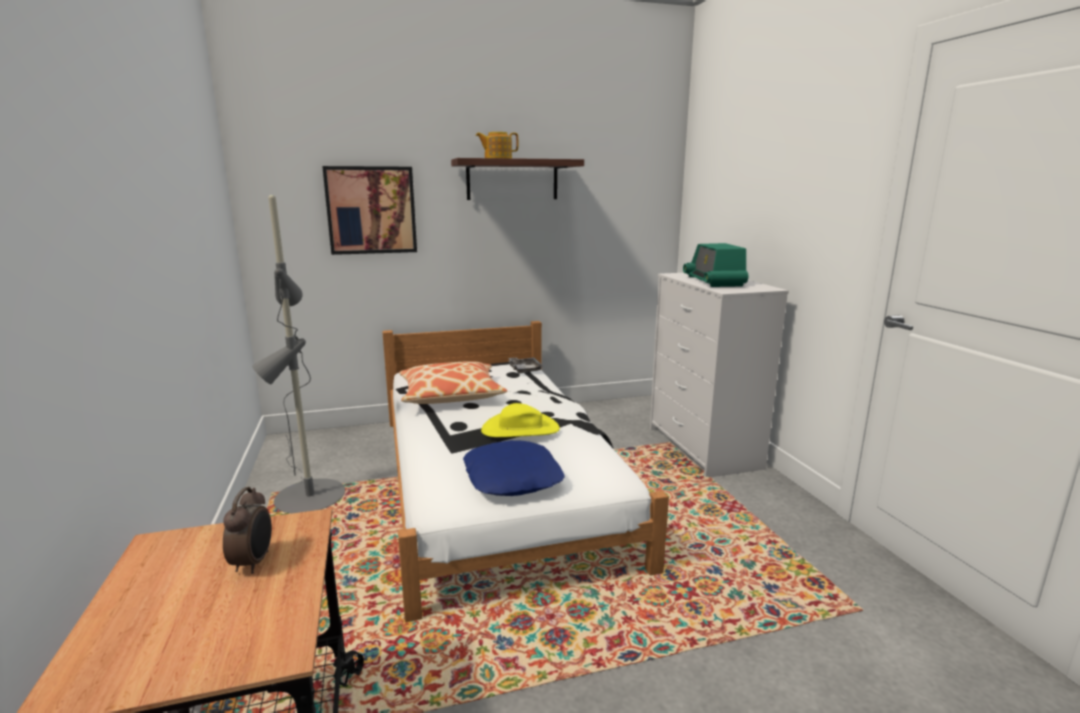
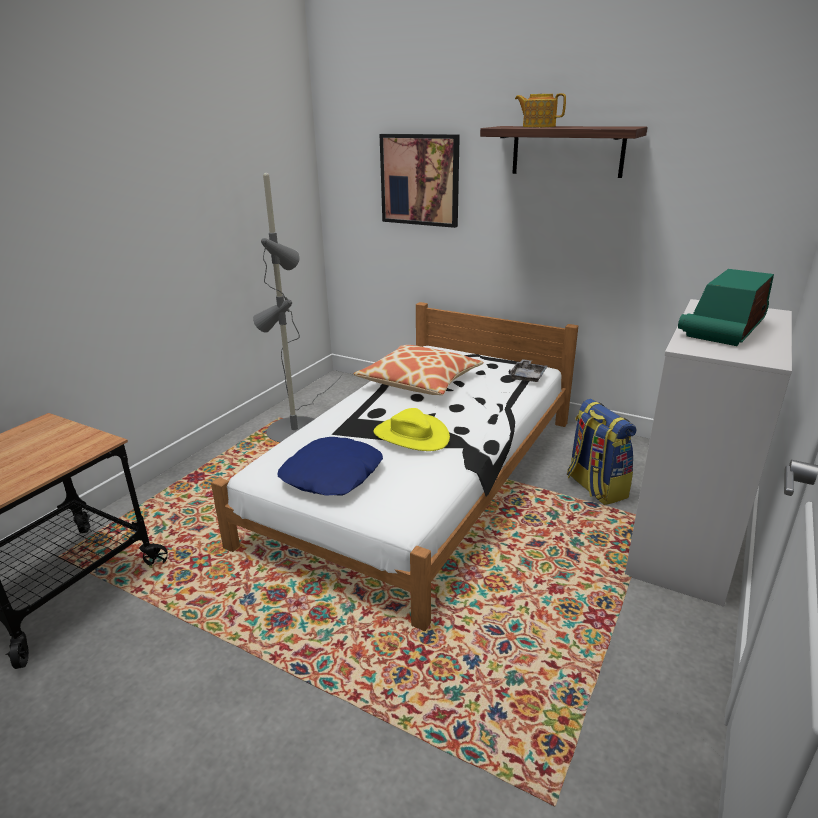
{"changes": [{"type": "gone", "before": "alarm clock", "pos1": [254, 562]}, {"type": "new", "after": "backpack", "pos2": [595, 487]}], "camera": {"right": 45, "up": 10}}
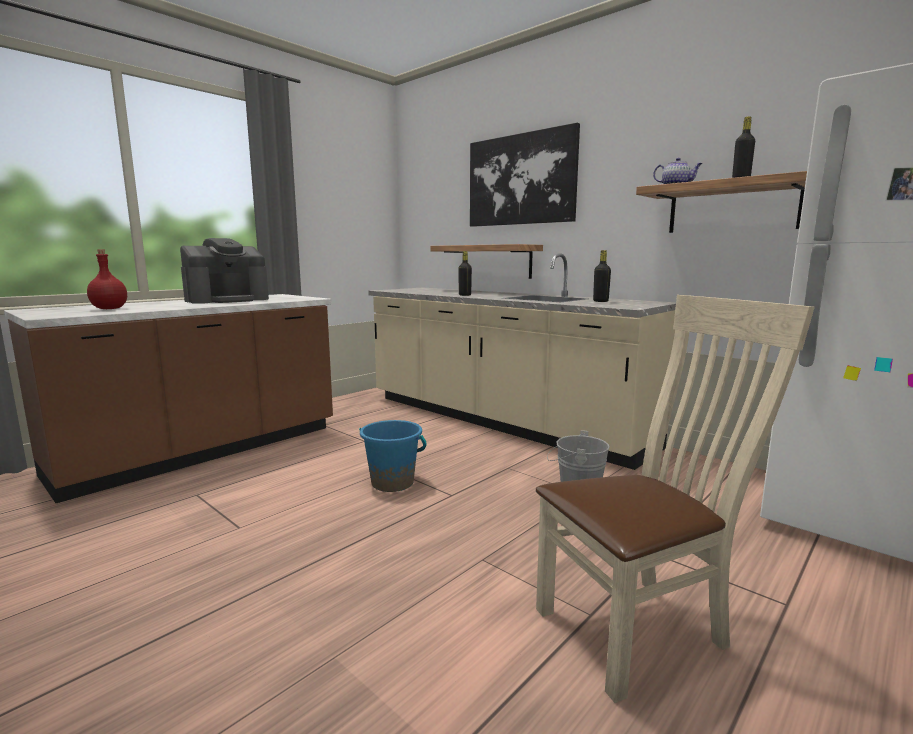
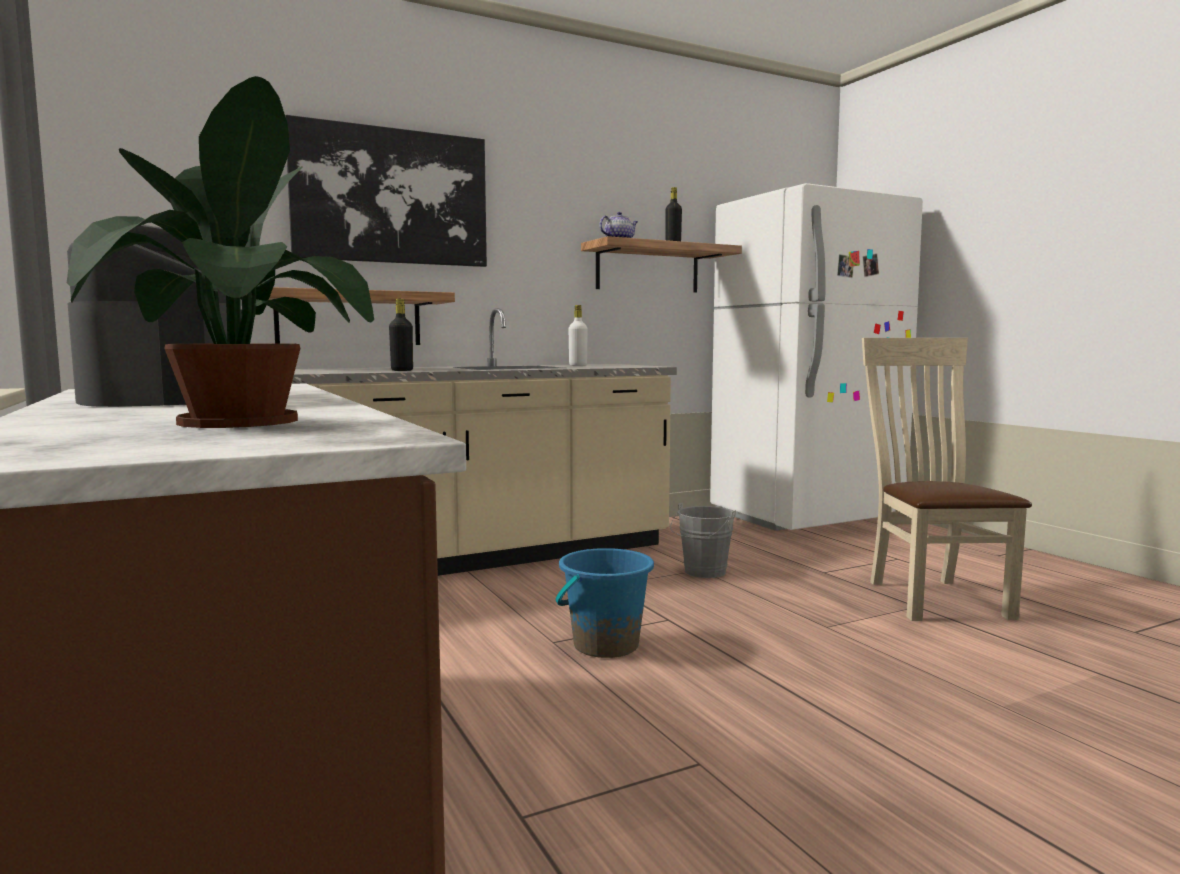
{"changes": [{"type": "swapped", "before": "red bottle", "after": "potted plant", "pos1": [109, 309], "pos2": [237, 422]}, {"type": "repainted", "before": "black bottle", "after": "white bottle", "pos1": [600, 301], "pos2": [578, 366]}], "camera": {"right": -70, "up": -5}}
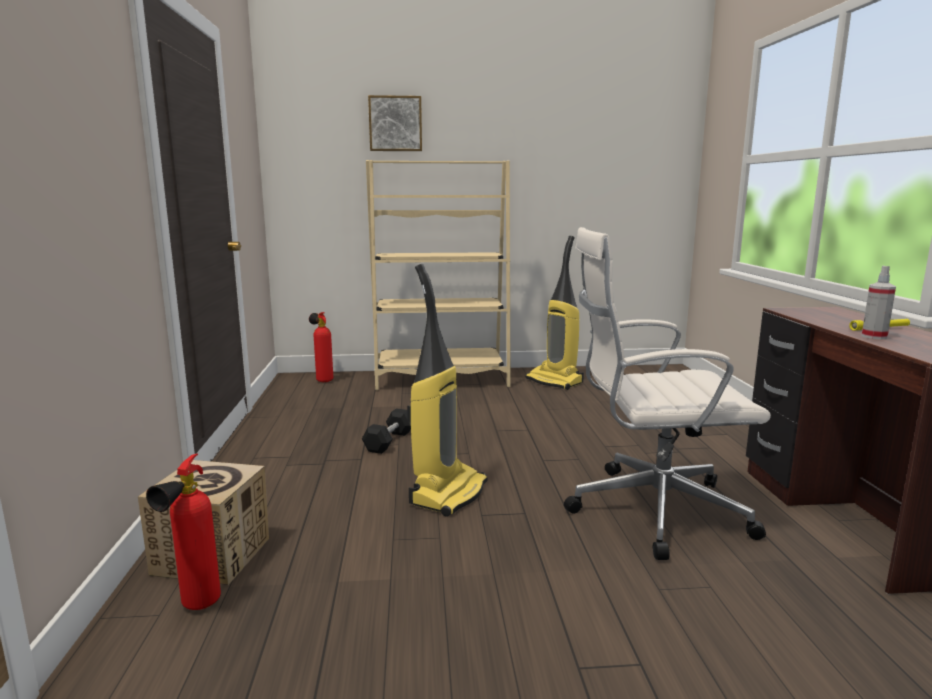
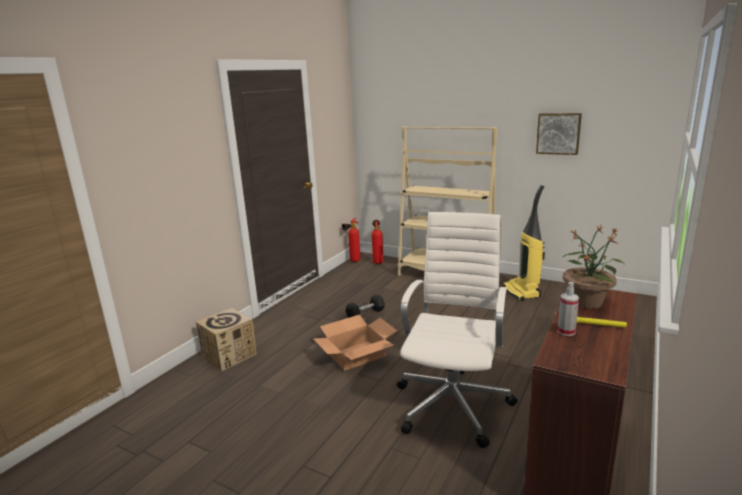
{"changes": [{"type": "shifted", "before": "fire extinguisher", "pos1": [195, 608], "pos2": [353, 262]}, {"type": "shifted", "before": "picture", "pos1": [395, 124], "pos2": [558, 133]}, {"type": "swapped", "before": "vacuum cleaner", "after": "cardboard box", "pos1": [448, 493], "pos2": [356, 355]}, {"type": "rotated", "before": "white office chair", "pos1": [652, 510], "pos2": [453, 403], "turn": 75}, {"type": "new", "after": "potted plant", "pos2": [586, 301]}], "camera": {"right": 35, "up": 5}}
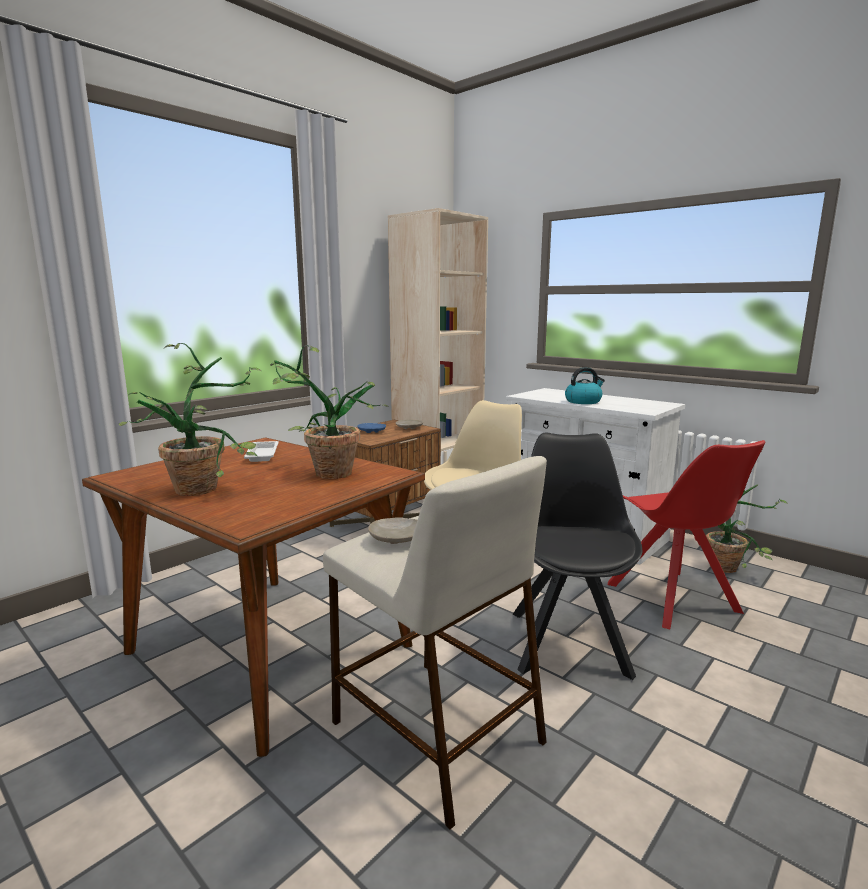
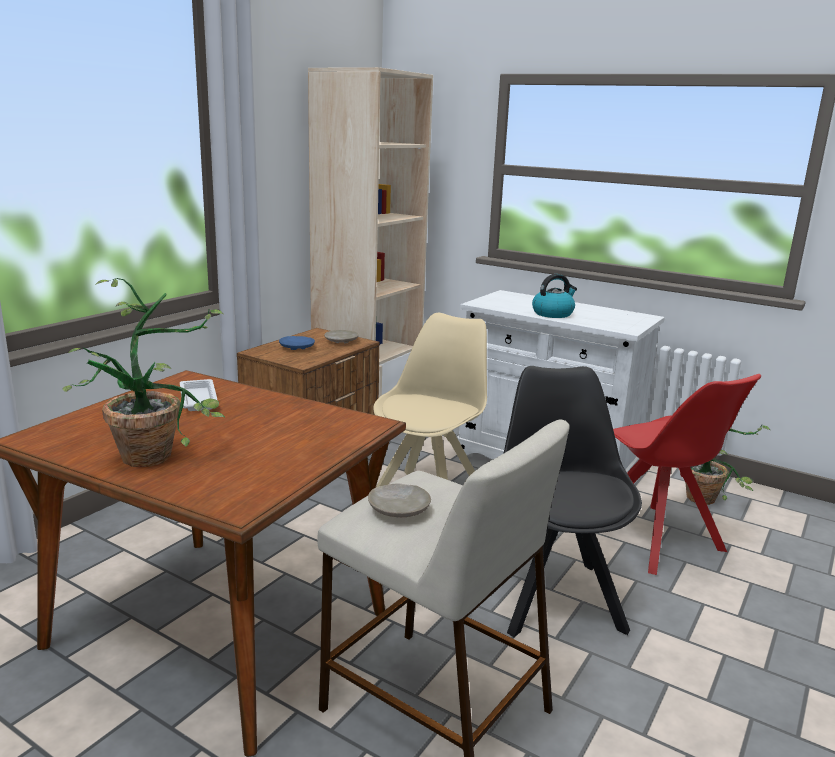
{"changes": [{"type": "gone", "before": "potted plant", "pos1": [323, 474]}], "camera": {"right": -10, "up": 5}}
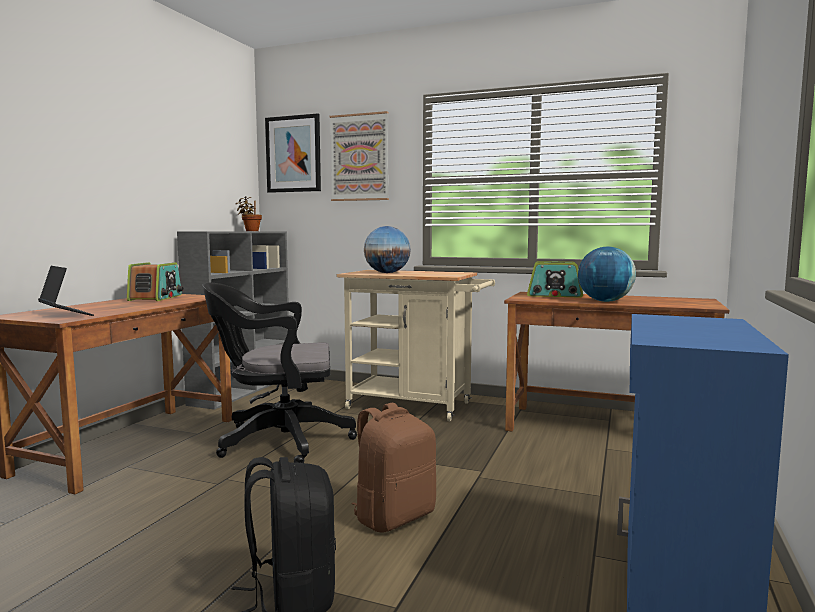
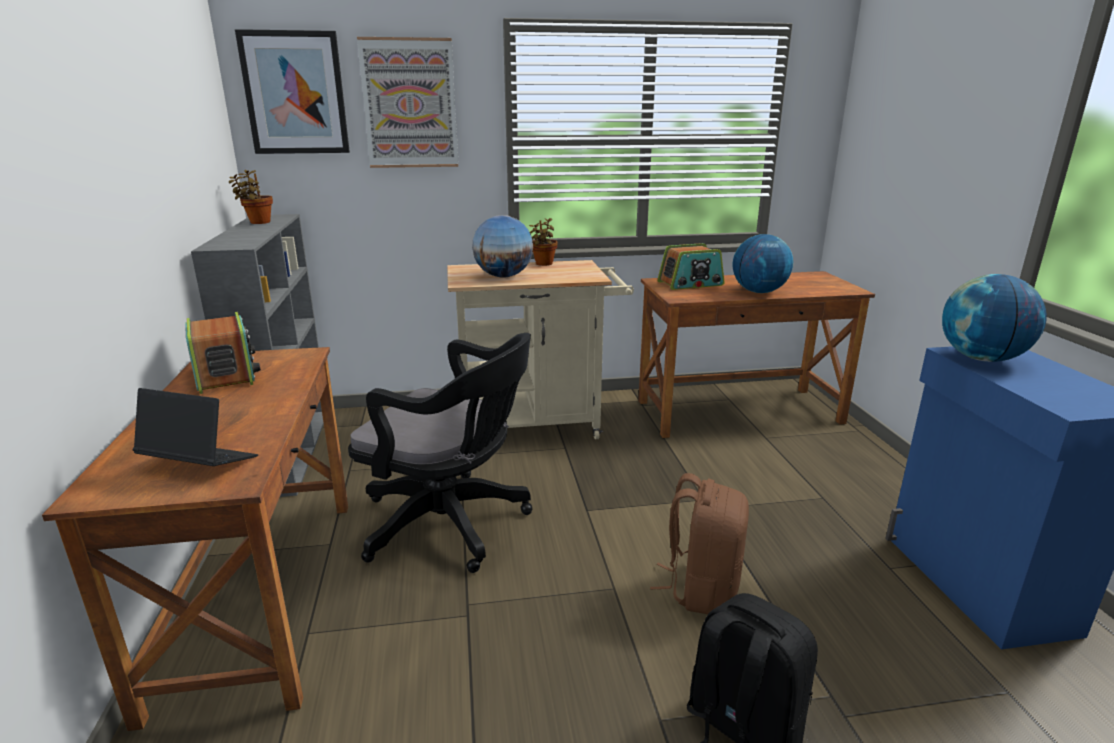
{"changes": [{"type": "rotated", "before": "black office chair", "pos1": [277, 441], "pos2": [452, 524], "turn": -120}, {"type": "new", "after": "potted plant", "pos2": [543, 264]}, {"type": "new", "after": "globe", "pos2": [981, 358]}], "camera": {"right": -30, "up": 15}}
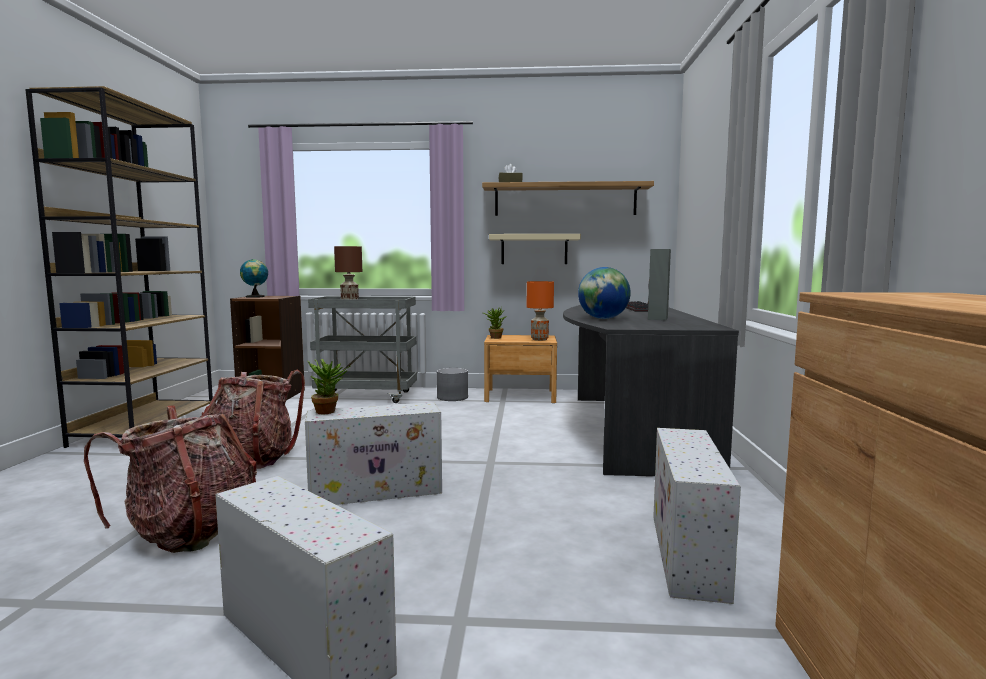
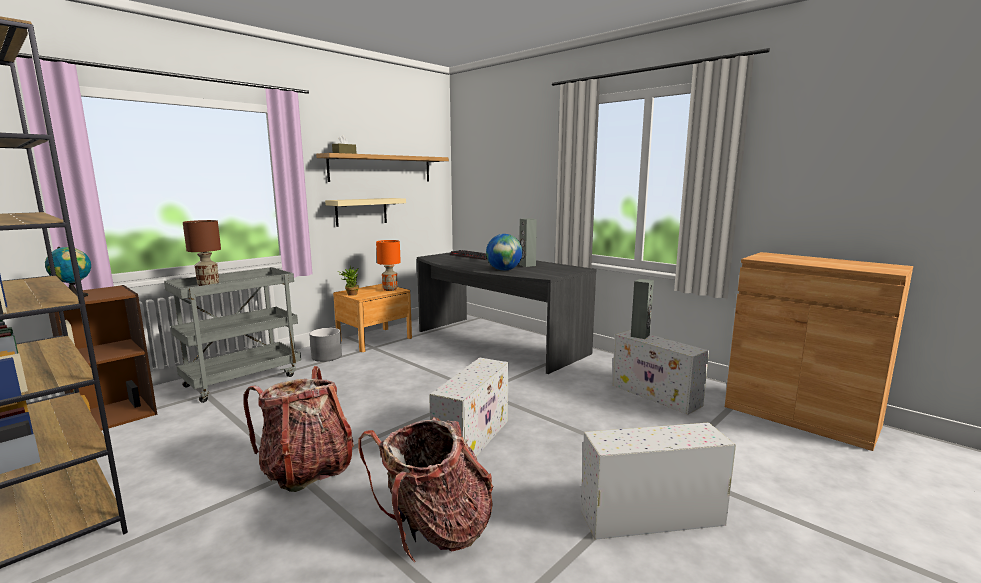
{"changes": [{"type": "gone", "before": "potted plant", "pos1": [329, 411]}, {"type": "new", "after": "grey speaker", "pos2": [640, 335]}], "camera": {"right": -50, "up": 5}}
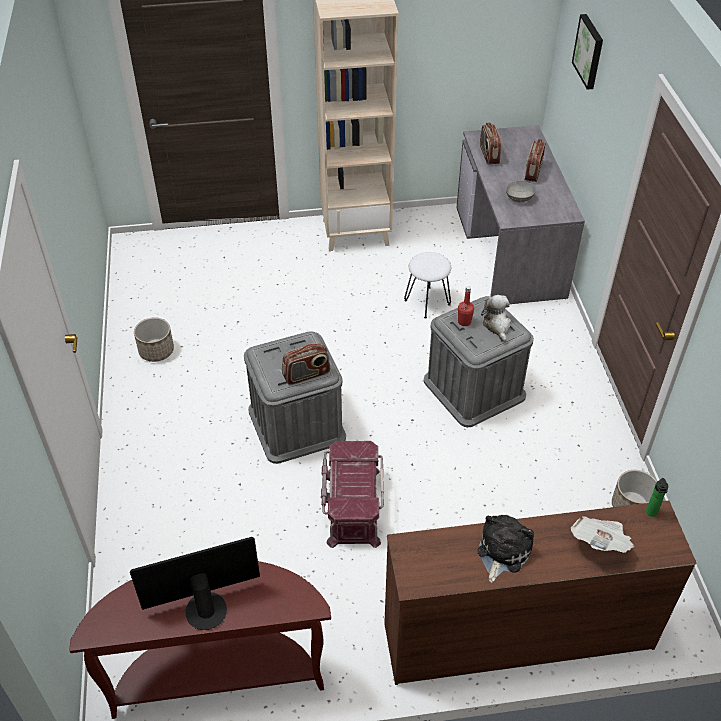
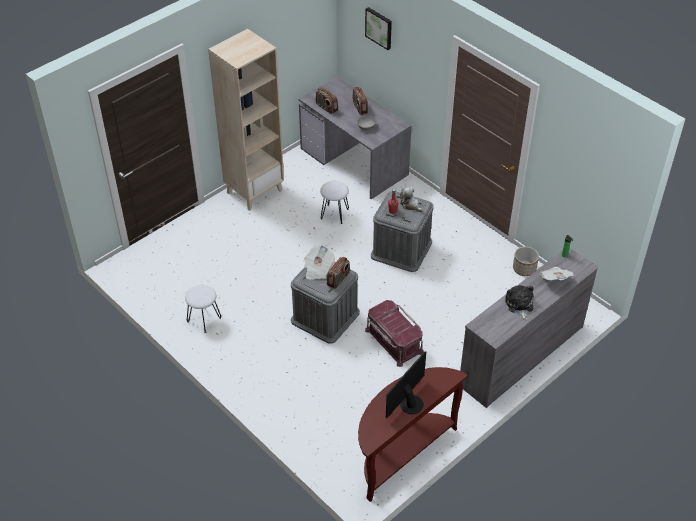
{"changes": [{"type": "swapped", "before": "planter", "after": "white stool", "pos1": [156, 350], "pos2": [203, 319]}, {"type": "repainted", "before": "brown dresser", "after": "grey dresser", "pos1": [516, 635], "pos2": [520, 356]}, {"type": "new", "after": "newspaper", "pos2": [318, 269]}], "camera": {"right": -35, "up": 0}}
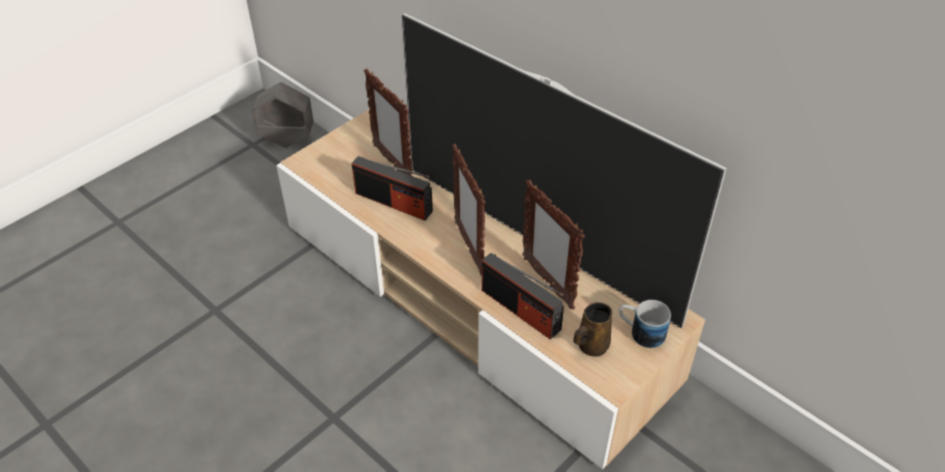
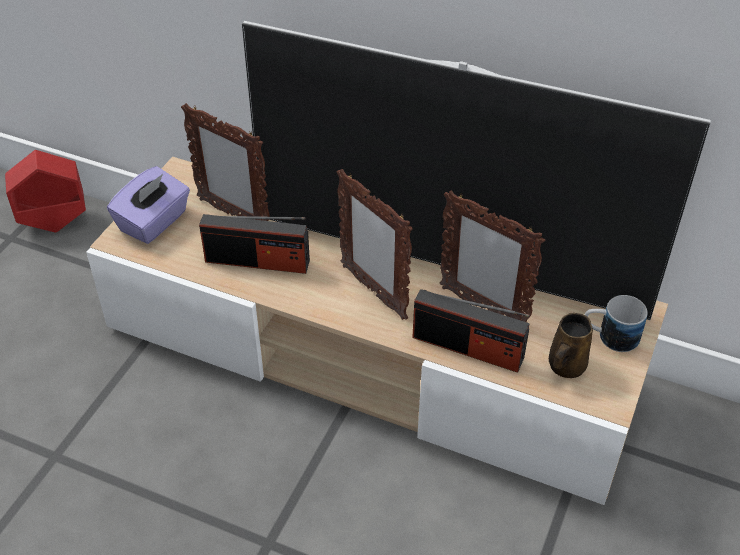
{"changes": [{"type": "repainted", "before": "grey planter", "after": "red planter", "pos1": [288, 140], "pos2": [55, 222]}, {"type": "new", "after": "purple tissue box", "pos2": [154, 222]}], "camera": {"right": -20, "up": 0}}
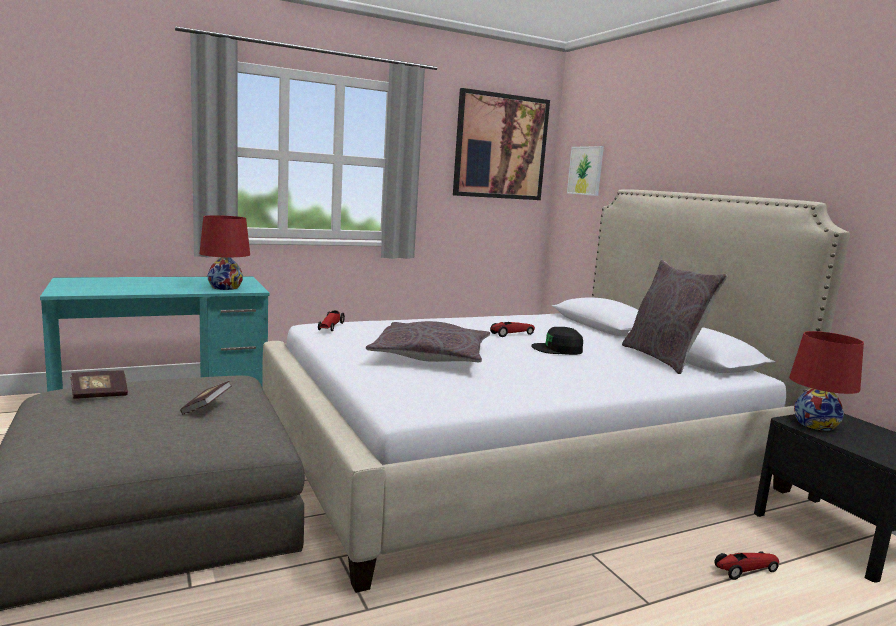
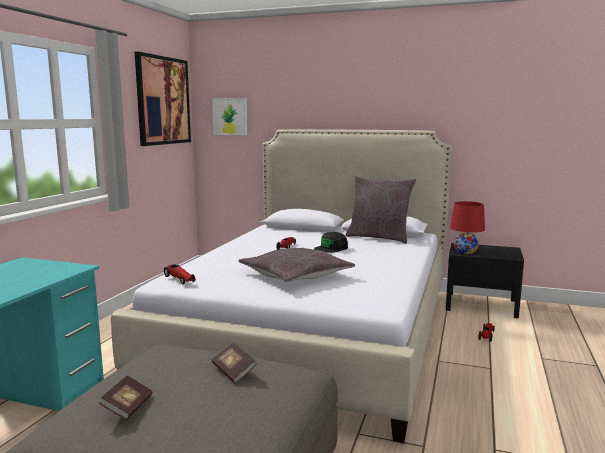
{"changes": [{"type": "gone", "before": "red table lamp", "pos1": [225, 287]}], "camera": {"right": -45, "up": 0}}
